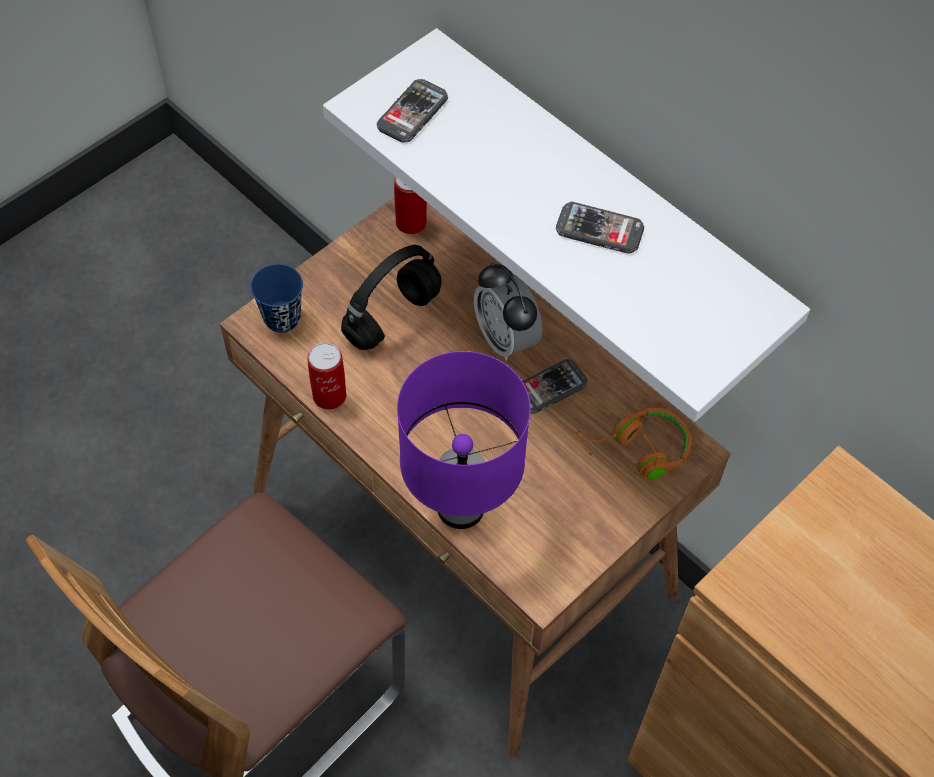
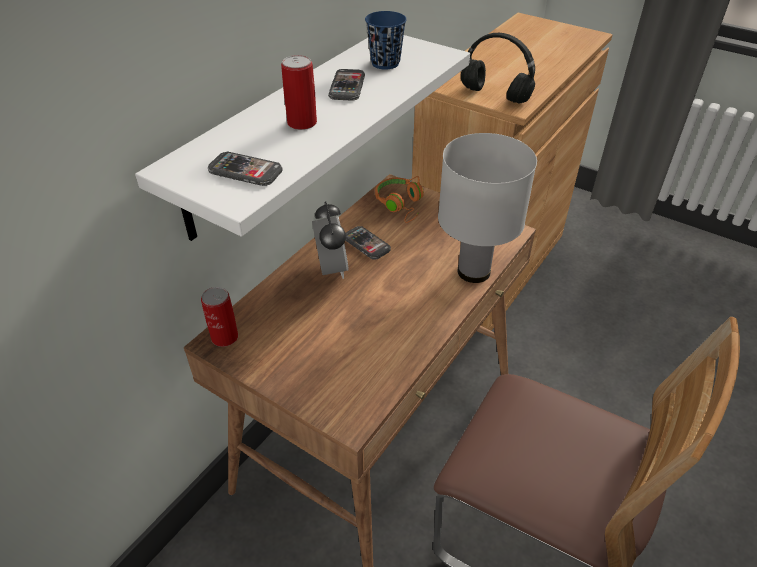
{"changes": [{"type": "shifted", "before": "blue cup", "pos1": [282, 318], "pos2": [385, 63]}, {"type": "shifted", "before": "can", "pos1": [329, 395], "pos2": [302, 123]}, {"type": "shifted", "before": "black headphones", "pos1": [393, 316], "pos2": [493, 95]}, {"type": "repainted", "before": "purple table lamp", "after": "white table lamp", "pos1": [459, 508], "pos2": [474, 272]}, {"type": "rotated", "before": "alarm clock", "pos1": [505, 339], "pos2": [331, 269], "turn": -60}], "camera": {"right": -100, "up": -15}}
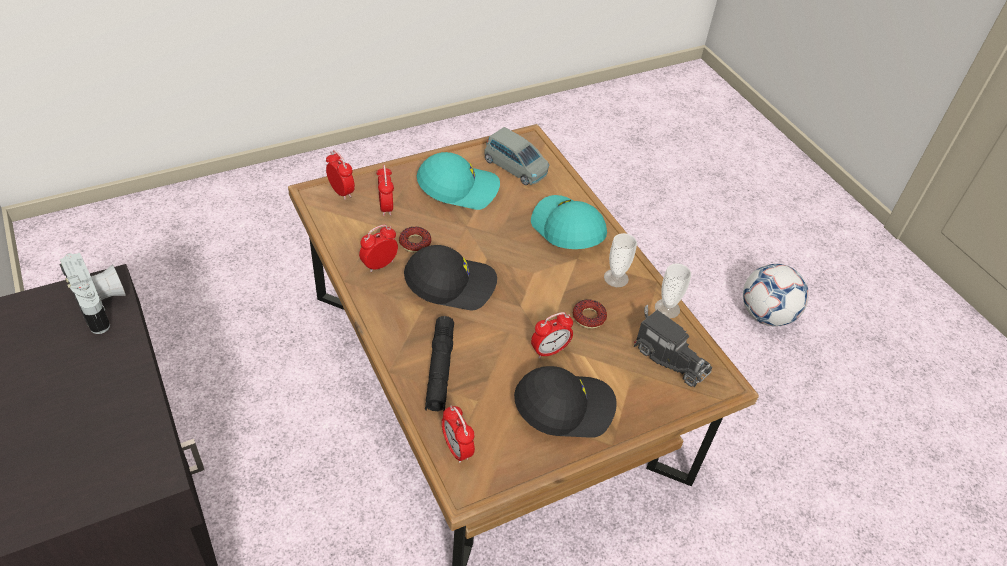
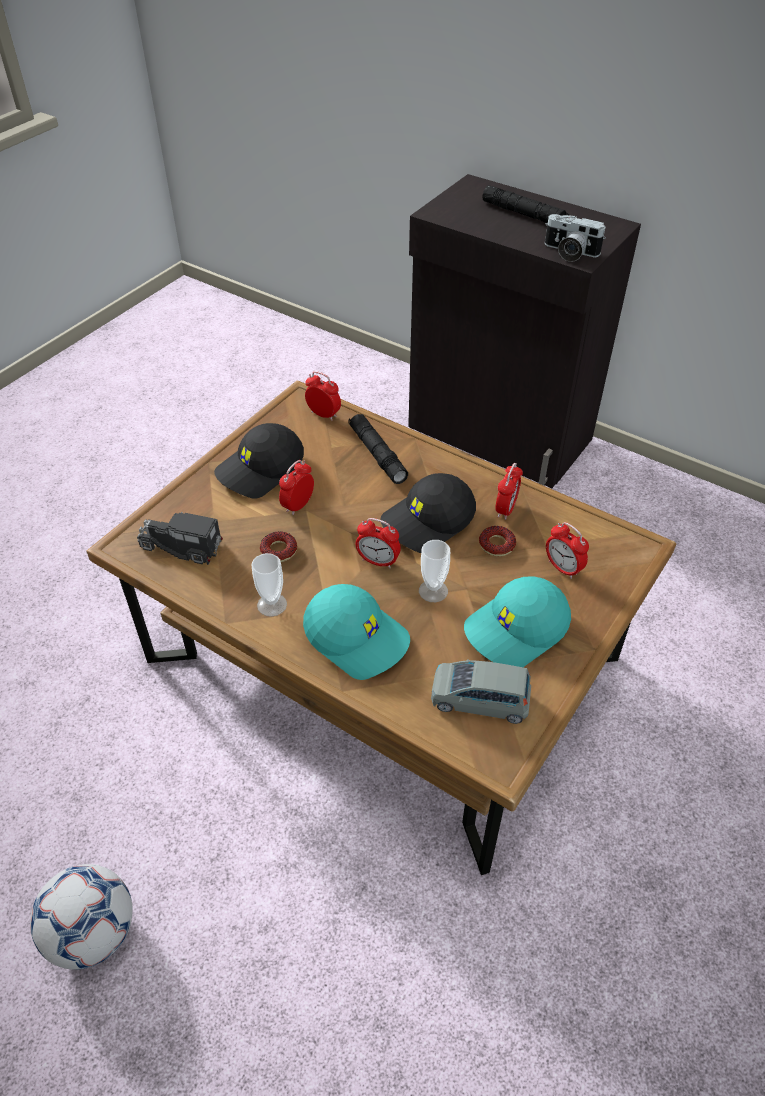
{"changes": [{"type": "shifted", "before": "alarm clock", "pos1": [341, 191], "pos2": [378, 561]}, {"type": "shifted", "before": "cup", "pos1": [667, 308], "pos2": [433, 591]}, {"type": "new", "after": "black flashlight", "pos2": [523, 214]}], "camera": {"right": 155, "up": 0}}
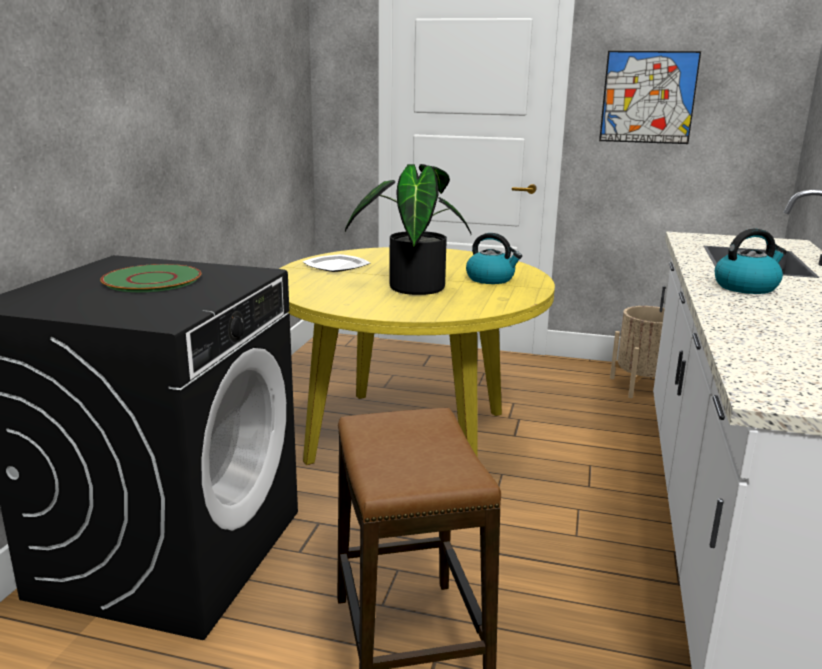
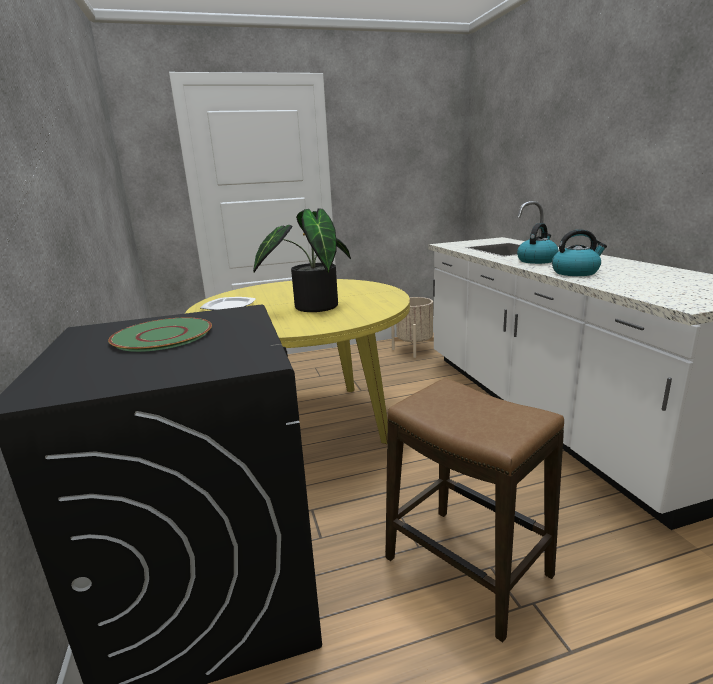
{"changes": [{"type": "shifted", "before": "kettle", "pos1": [491, 279], "pos2": [575, 272]}, {"type": "gone", "before": "picture", "pos1": [648, 97]}], "camera": {"right": -30, "up": 0}}
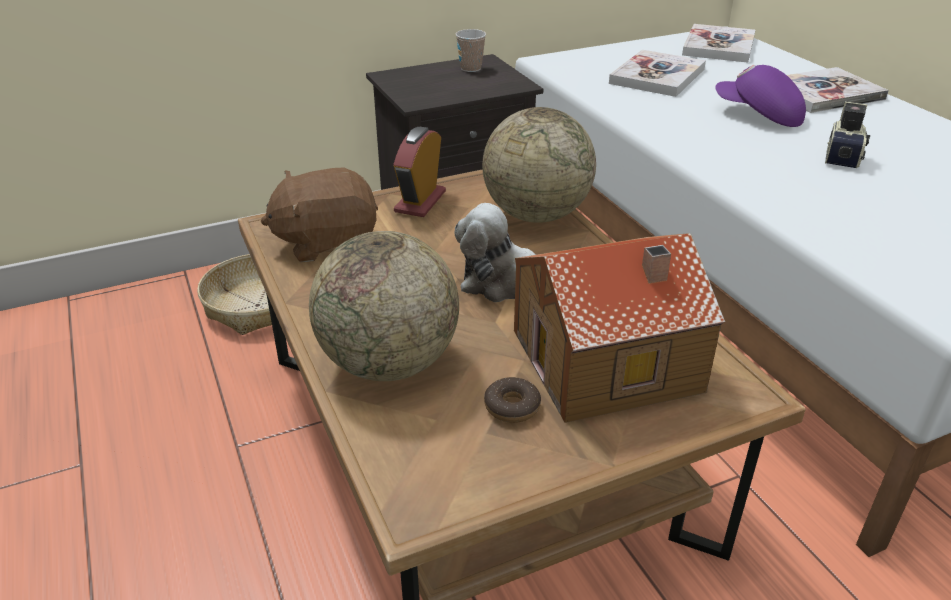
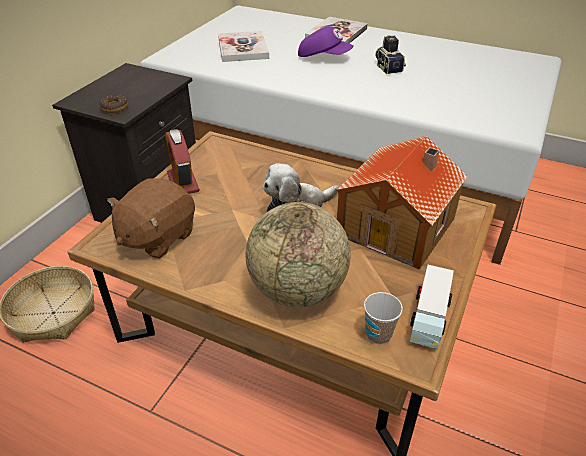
{"changes": [{"type": "shifted", "before": "cup", "pos1": [471, 68], "pos2": [378, 334]}, {"type": "gone", "before": "globe", "pos1": [536, 215]}, {"type": "shifted", "before": "donut", "pos1": [512, 406], "pos2": [114, 108]}, {"type": "gone", "before": "book", "pos1": [718, 46]}, {"type": "rotated", "before": "purple cap", "pos1": [758, 116], "pos2": [324, 57], "turn": -150}, {"type": "new", "after": "toy truck", "pos2": [429, 319]}], "camera": {"right": -40, "up": 5}}
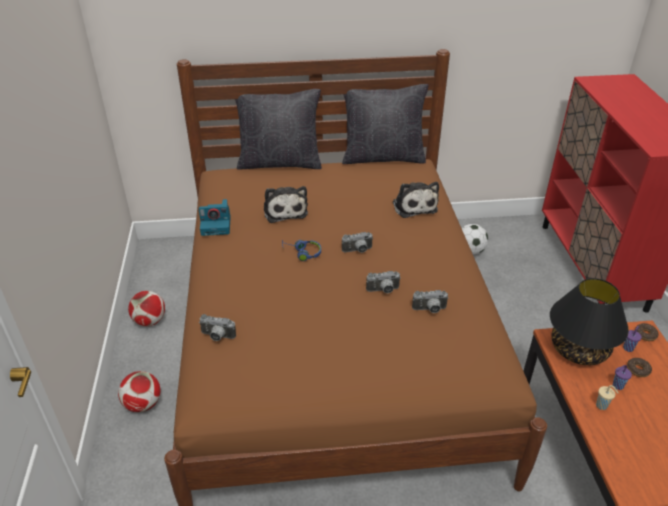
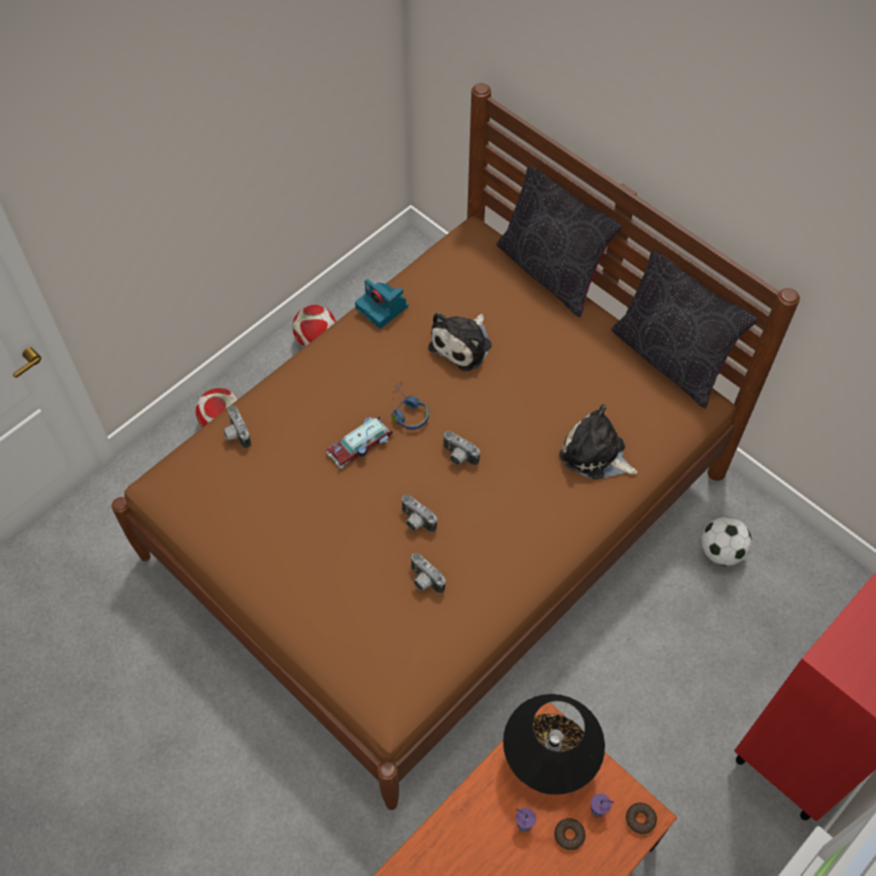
{"changes": [{"type": "rotated", "before": "plush toy", "pos1": [414, 205], "pos2": [595, 454], "turn": 90}, {"type": "gone", "before": "beige cup", "pos1": [602, 406]}, {"type": "new", "after": "toy car", "pos2": [361, 445]}], "camera": {"right": 50, "up": 20}}
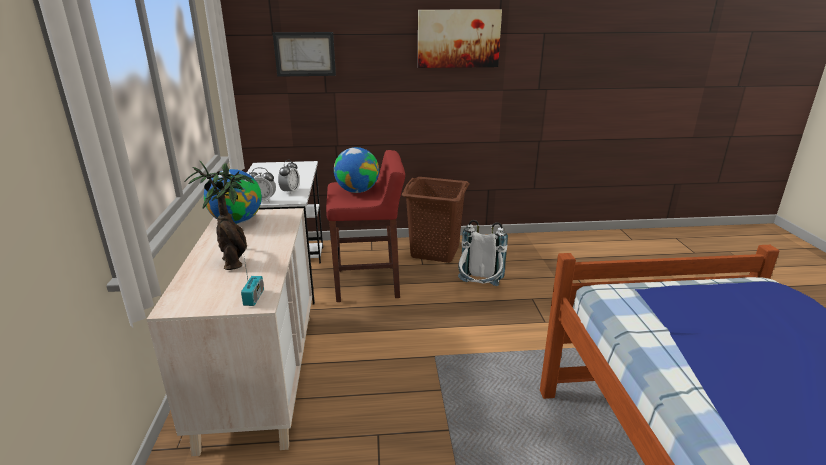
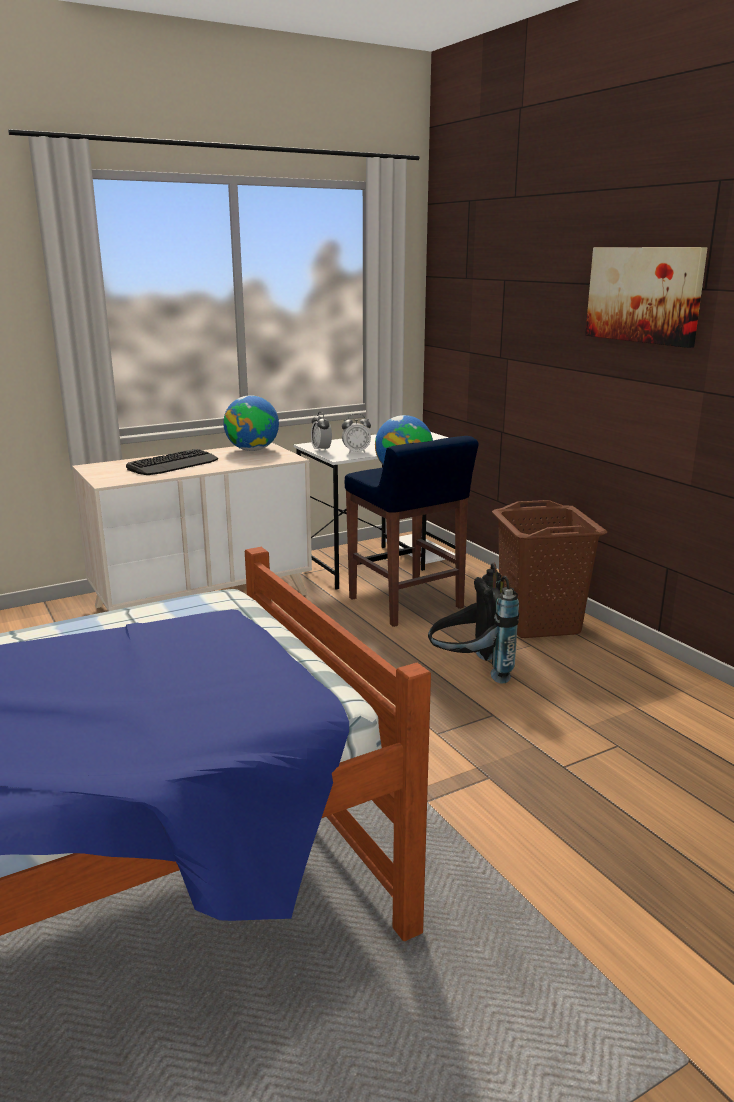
{"changes": [{"type": "swapped", "before": "potted plant", "after": "keyboard", "pos1": [235, 261], "pos2": [173, 464]}, {"type": "gone", "before": "radio", "pos1": [254, 298]}, {"type": "gone", "before": "picture", "pos1": [305, 54]}, {"type": "repainted", "before": "red stool", "after": "blue stool", "pos1": [368, 283], "pos2": [406, 604]}, {"type": "repainted", "before": "white backpack", "after": "black backpack", "pos1": [479, 290], "pos2": [470, 672]}], "camera": {"right": 65, "up": -5}}
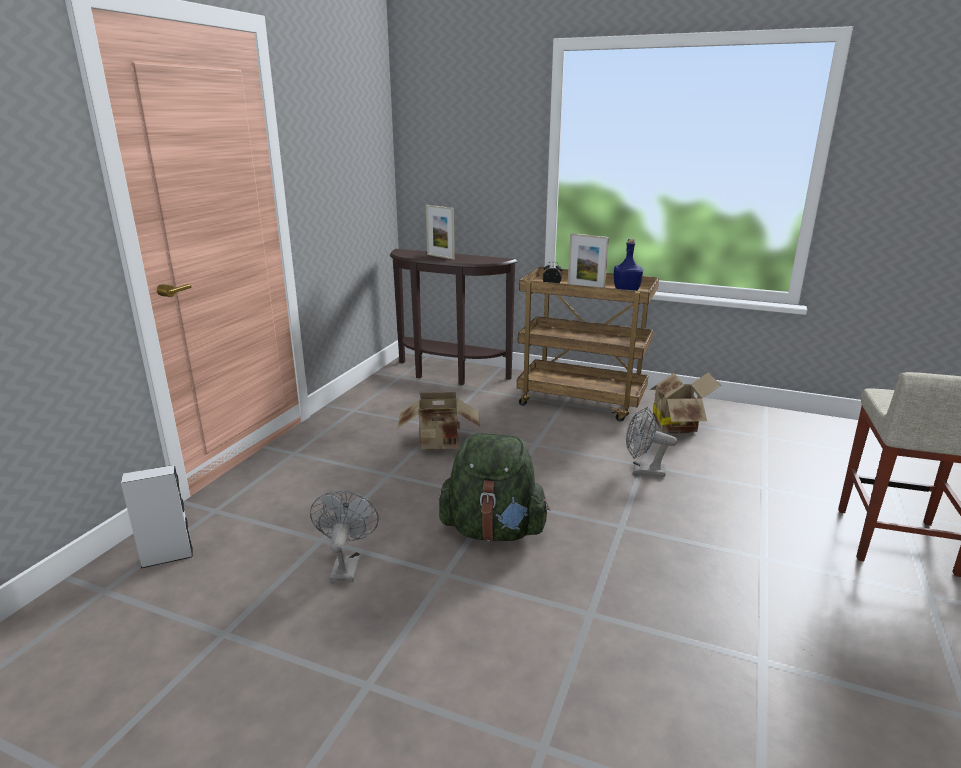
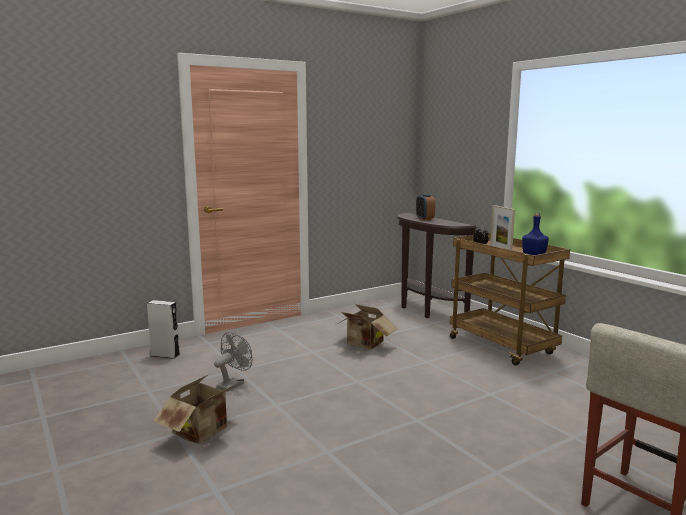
{"changes": [{"type": "swapped", "before": "picture frame", "after": "alarm clock", "pos1": [440, 256], "pos2": [424, 219]}, {"type": "gone", "before": "green backpack", "pos1": [493, 530]}, {"type": "gone", "before": "grey fan", "pos1": [643, 471]}, {"type": "shifted", "before": "cardboard box", "pos1": [677, 425], "pos2": [204, 432]}], "camera": {"right": 35, "up": -10}}
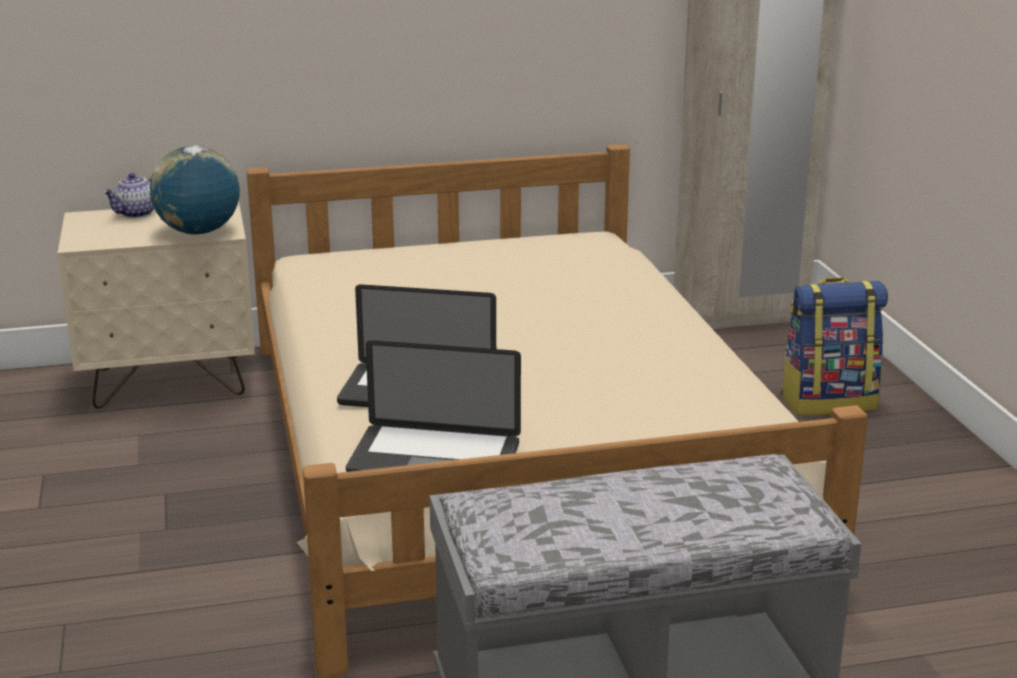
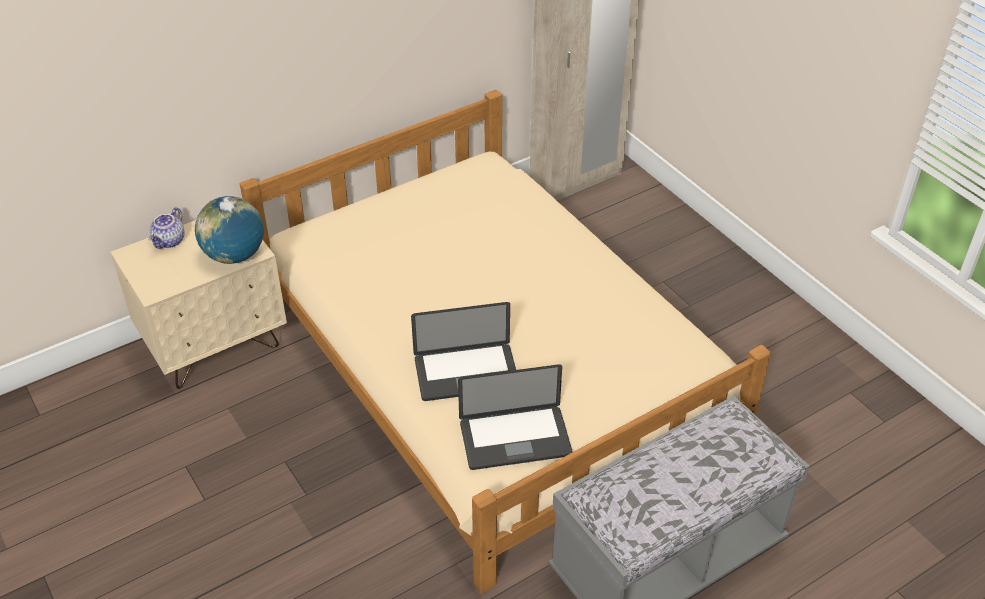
{"changes": [{"type": "gone", "before": "backpack", "pos1": [828, 401]}], "camera": {"right": -20, "up": 20}}
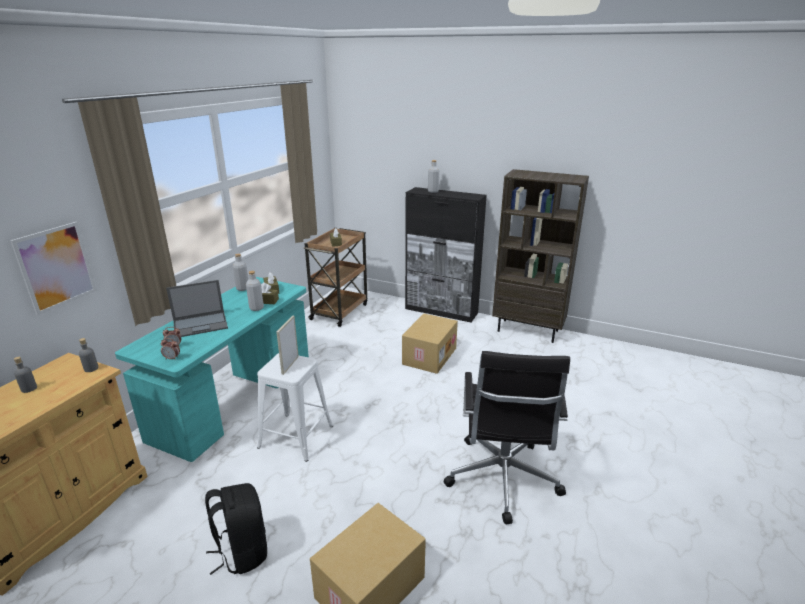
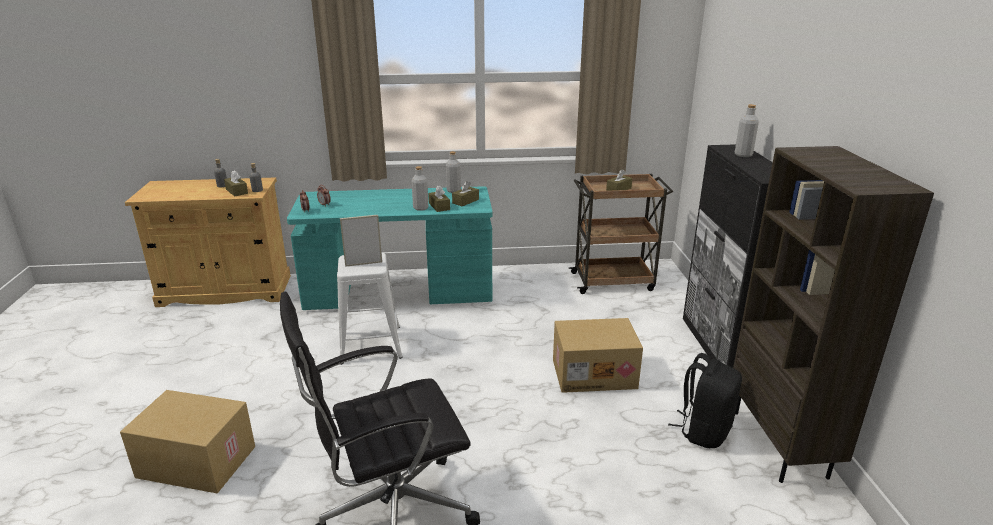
{"changes": [{"type": "gone", "before": "picture", "pos1": [56, 267]}, {"type": "gone", "before": "laptop", "pos1": [201, 324]}, {"type": "shifted", "before": "black backpack", "pos1": [242, 552], "pos2": [704, 431]}, {"type": "new", "after": "brown tissue box", "pos2": [237, 191]}], "camera": {"right": 60, "up": 0}}
